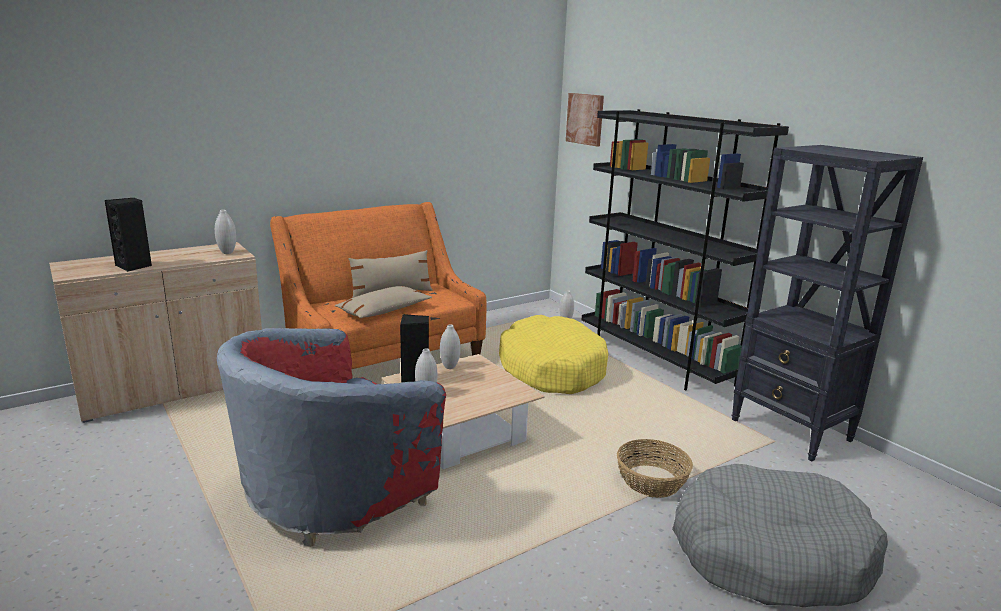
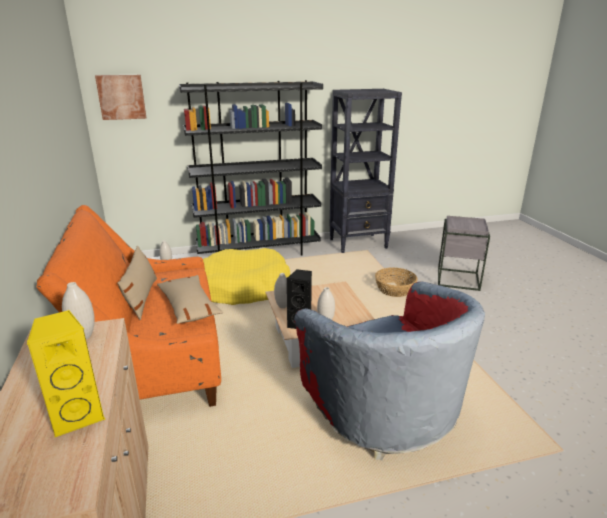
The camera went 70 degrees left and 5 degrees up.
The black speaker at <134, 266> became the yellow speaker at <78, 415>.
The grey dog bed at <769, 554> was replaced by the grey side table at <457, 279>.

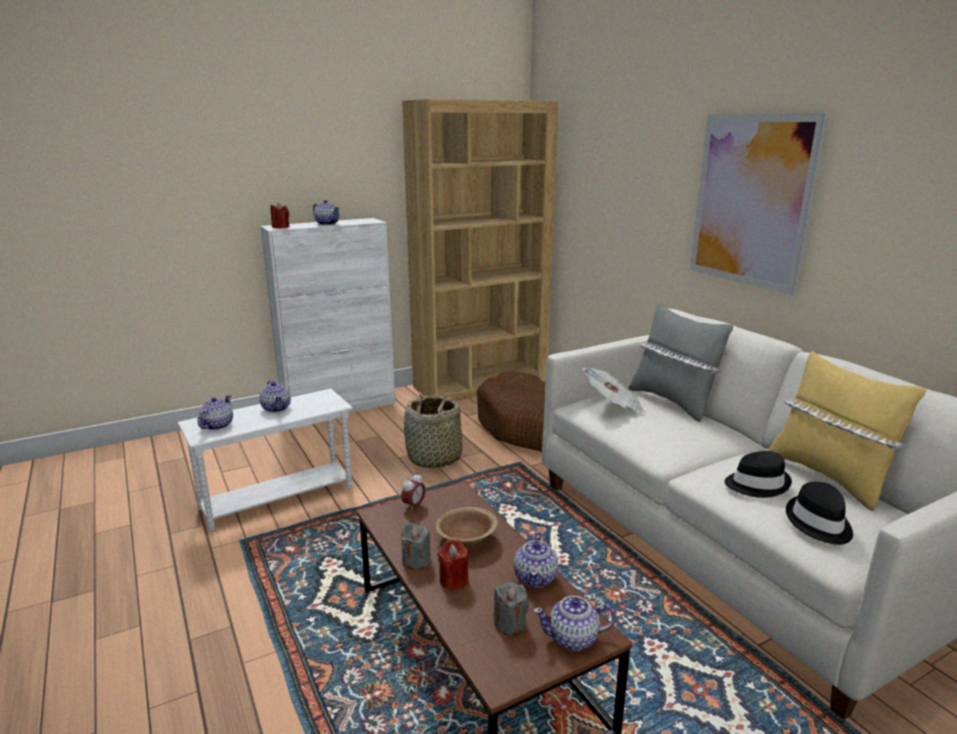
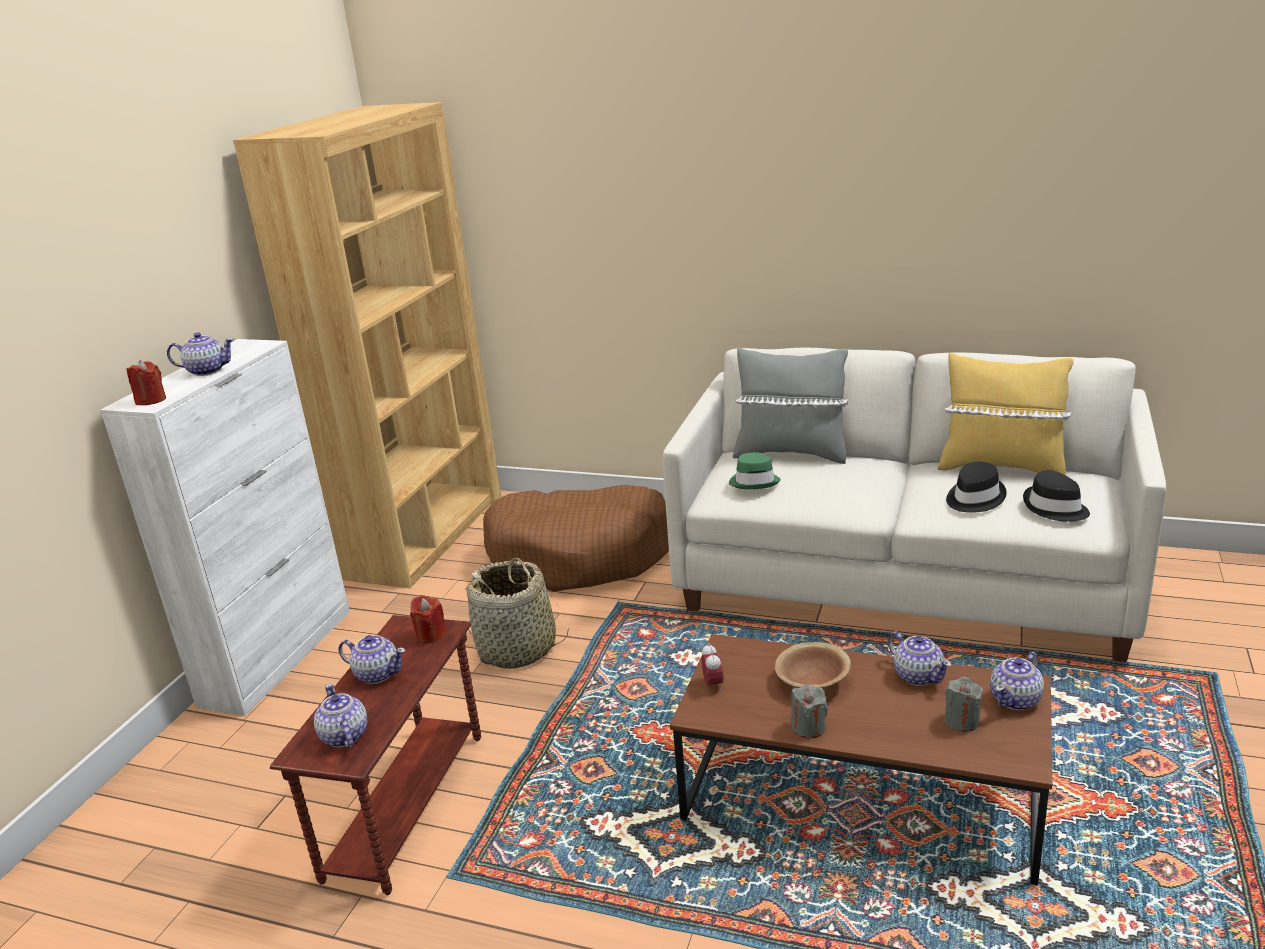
The camera went 40 degrees left and 5 degrees up.
The white side table at <277, 498> became the brown side table at <405, 806>.
The red candle moved from <453, 580> to <431, 634>.
The newspaper at <613, 405> was replaced by the green hat at <754, 481>.
The picture at <752, 201> disappeared.

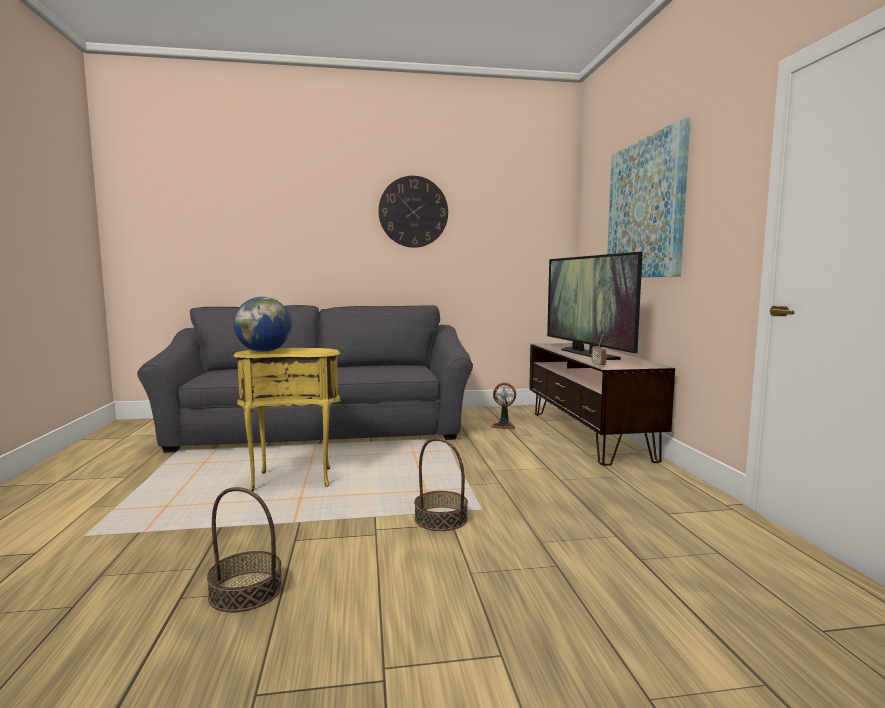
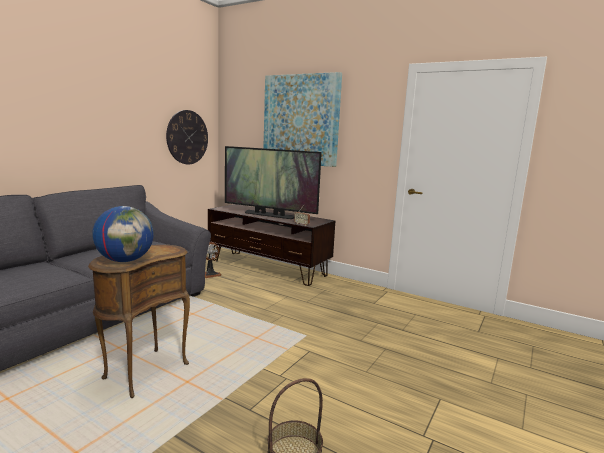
The camera went 50 degrees left and 5 degrees up.
The yellow side table at <293, 479> became the brown side table at <144, 371>.
The wall clock moved from <413, 212> to <187, 137>.
The basket at <441, 518> disappeared.

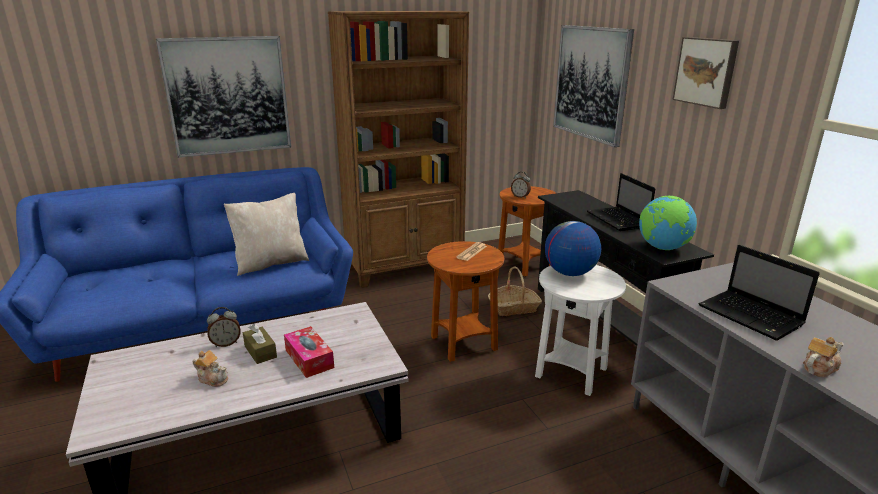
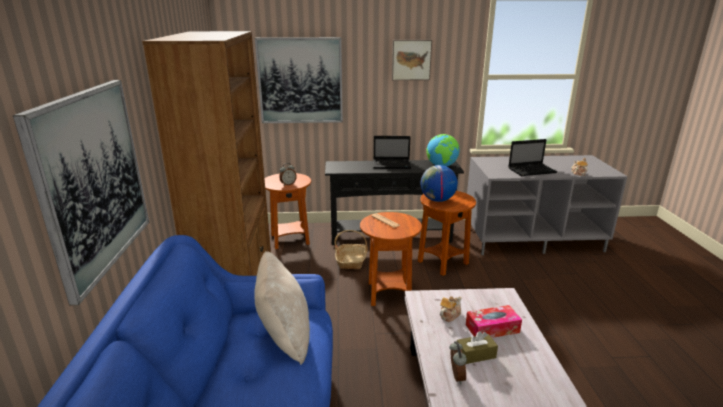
The camera went 70 degrees left and 0 degrees up.
The teapot moved from <213, 379> to <449, 315>.
The white side table at <571, 373> became the brown side table at <442, 263>.

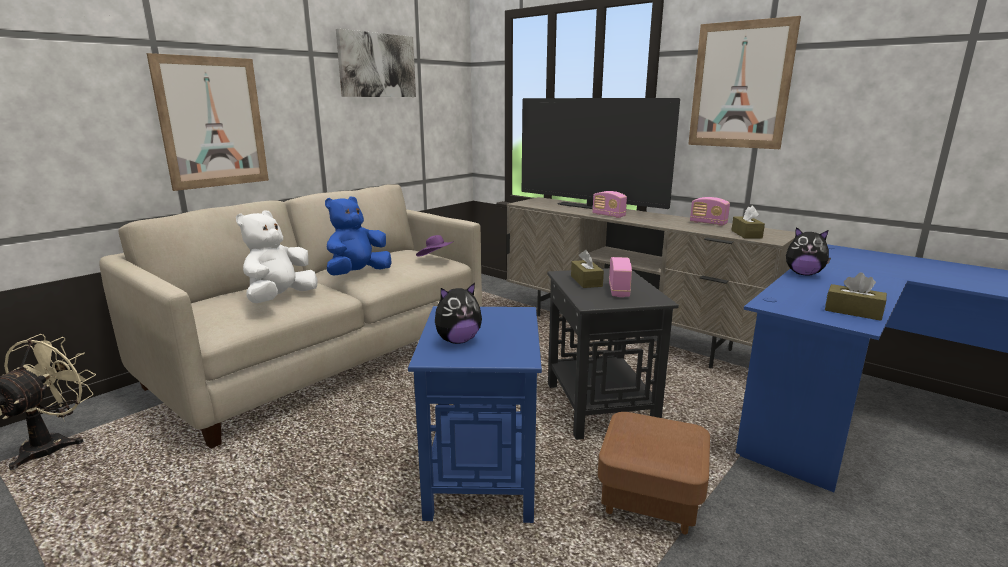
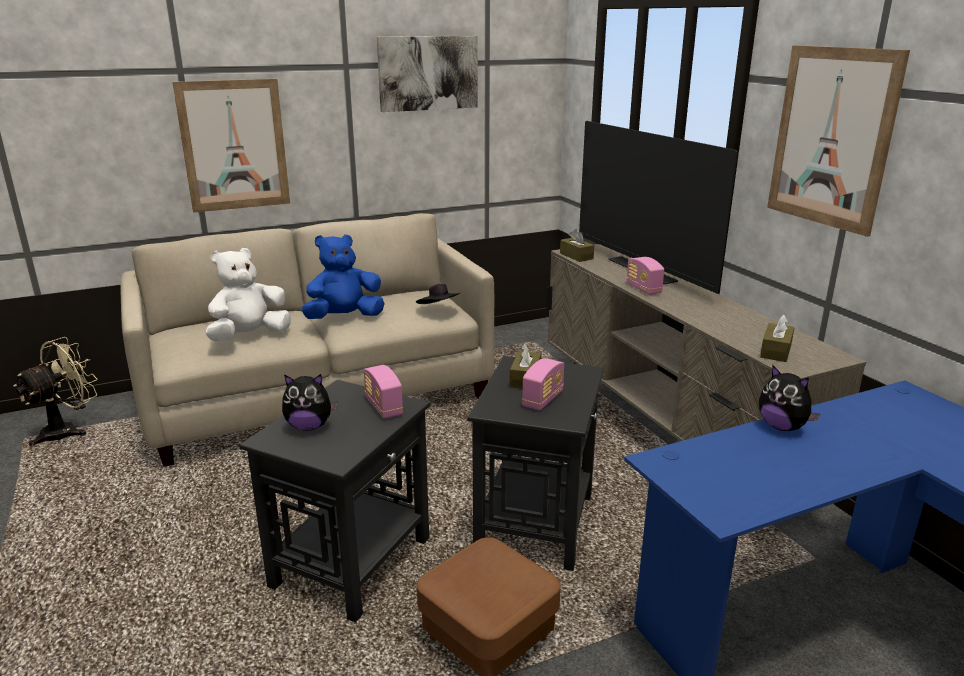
The camera went 25 degrees right and 5 degrees up.
The blue side table at <482, 475> became the black side table at <353, 561>.
The purple hat at <436, 258> became the black hat at <439, 309>.
The radio moved from <708, 223> to <383, 407>.
The brown tissue box moved from <853, 311> to <576, 256>.

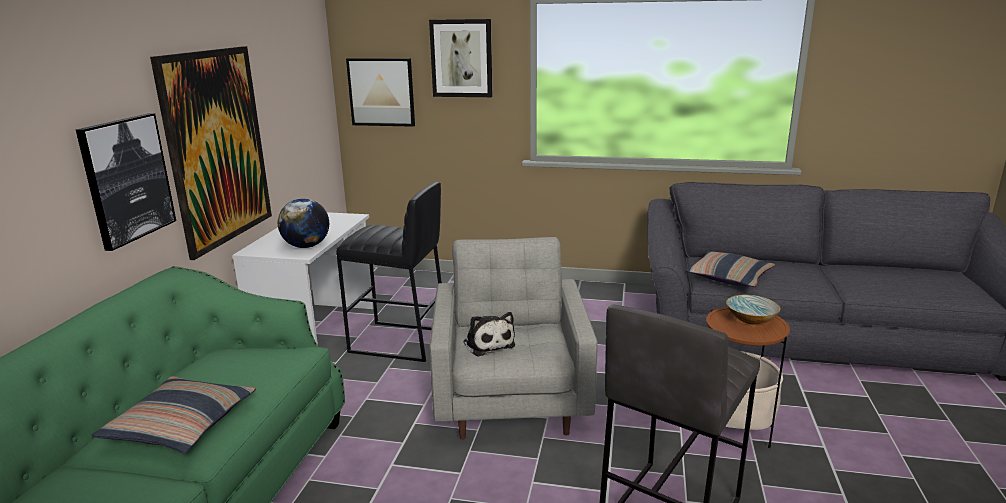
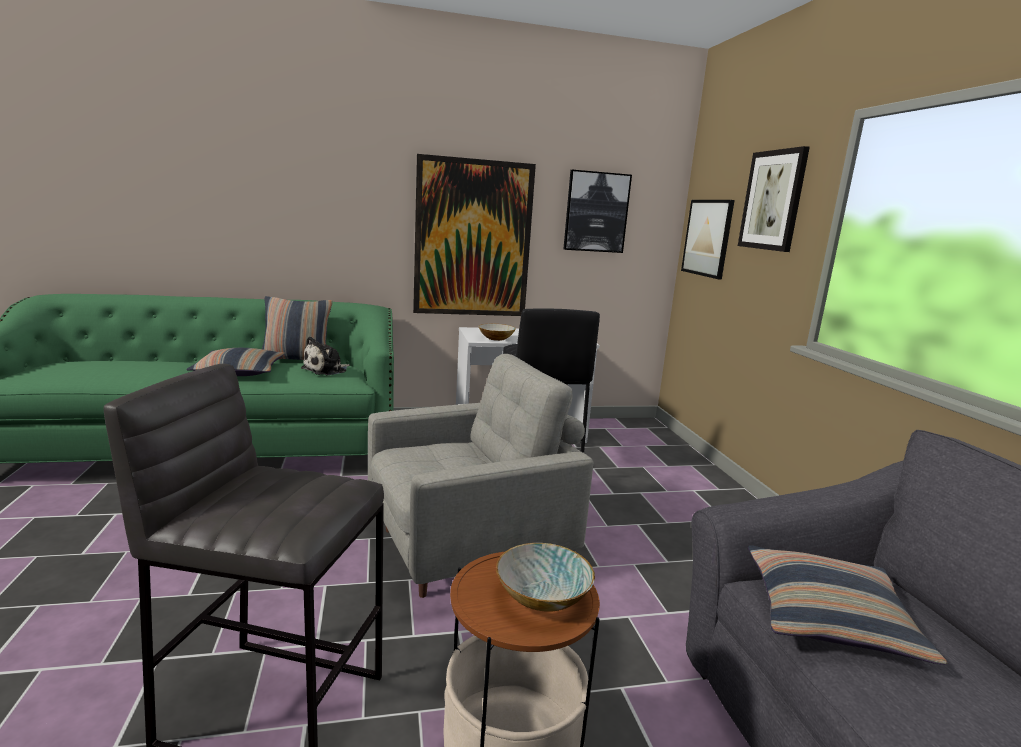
The camera went 65 degrees right and 5 degrees down.
The picture moved from <127, 179> to <596, 212>.
The globe at <306, 246> was replaced by the bowl at <496, 338>.
The plush toy moved from <488, 343> to <326, 370>.
The pillow at <297, 360> appeared.

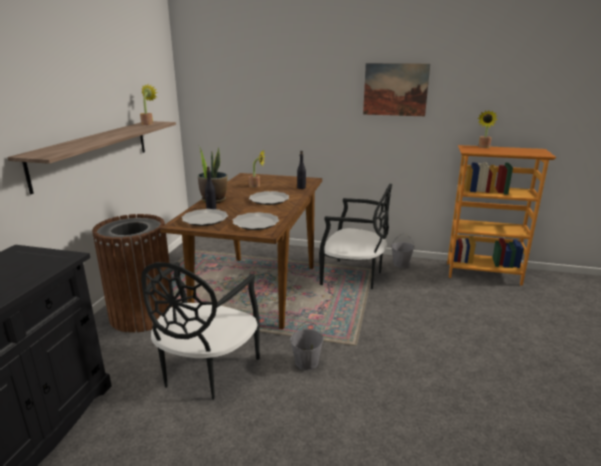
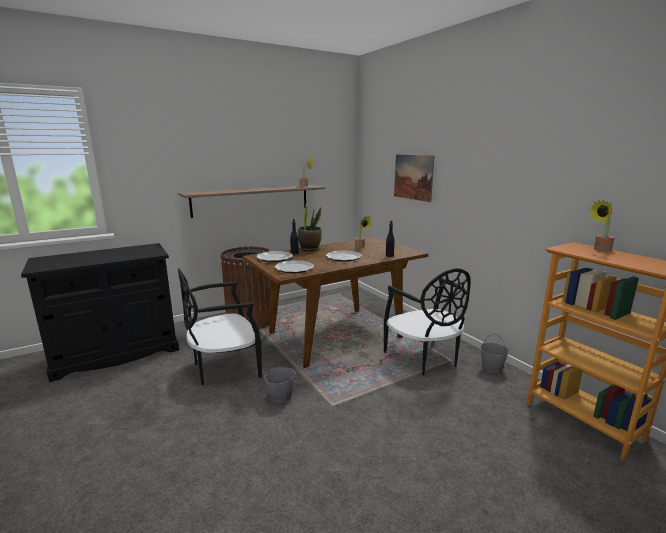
The camera went 45 degrees right and 5 degrees down.
The picture moved from <395, 89> to <413, 177>.

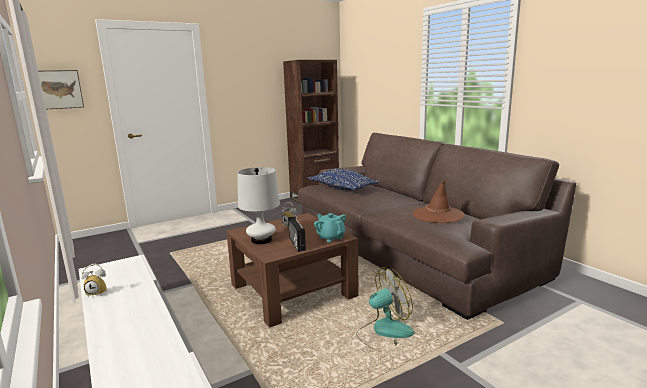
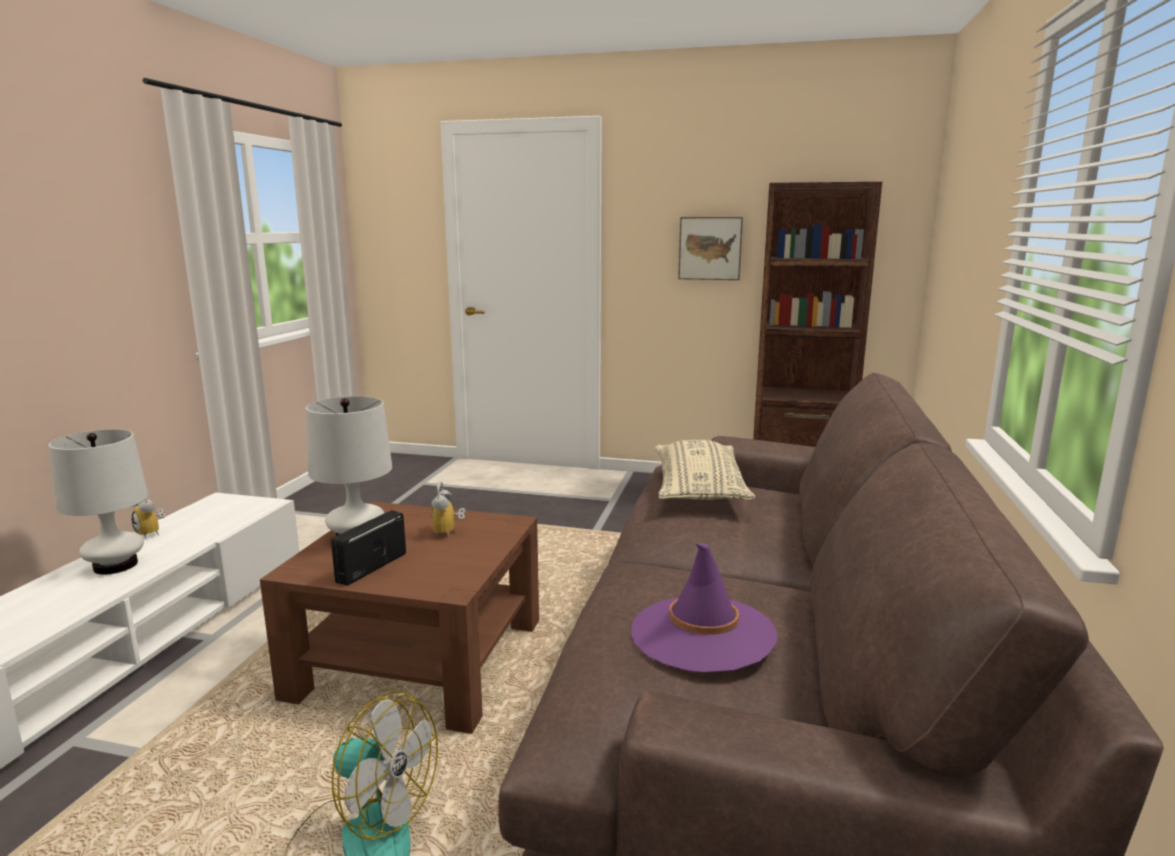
The camera went 45 degrees right and 0 degrees up.
The picture moved from <59, 89> to <710, 248>.
The blue pillow at <343, 188> became the beige pillow at <698, 489>.
The turquoise teapot at <330, 237> disappeared.
The brown hat at <438, 215> became the purple hat at <702, 633>.
The white table lamp at <116, 565> appeared.

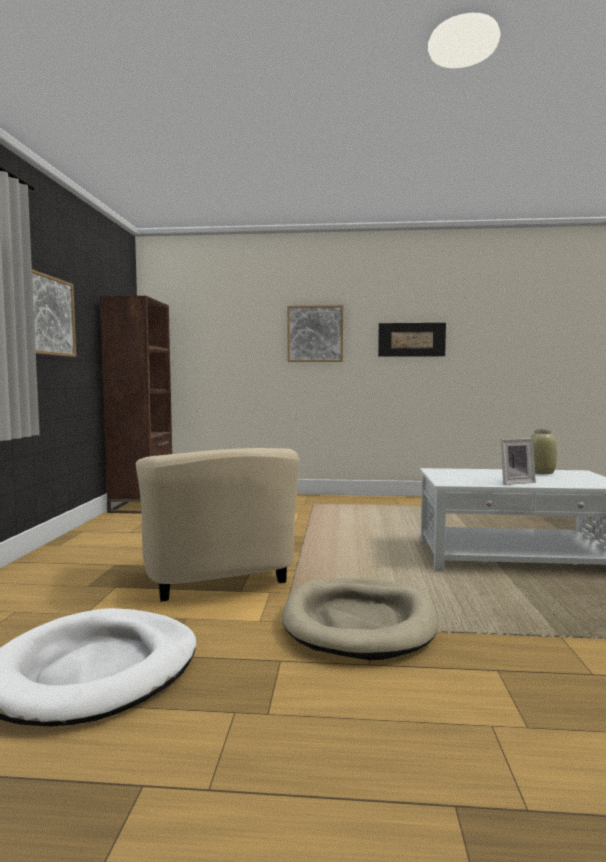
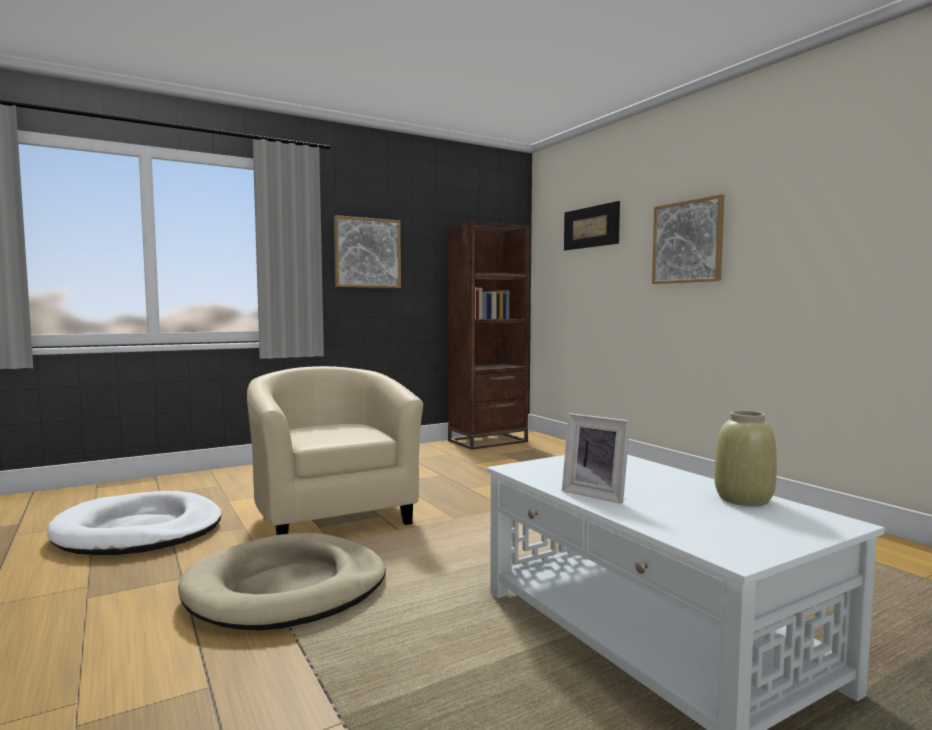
The camera went 55 degrees right and 0 degrees up.
The beige armchair at <219, 582> turned 120 degrees clockwise.
The picture moved from <411, 339> to <591, 227>.

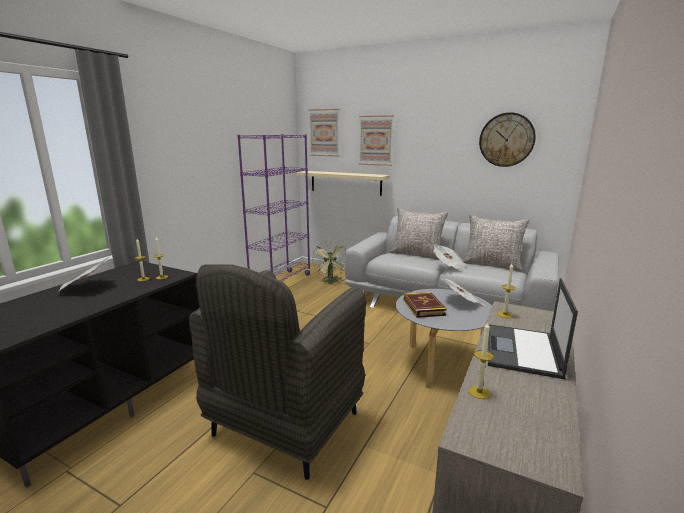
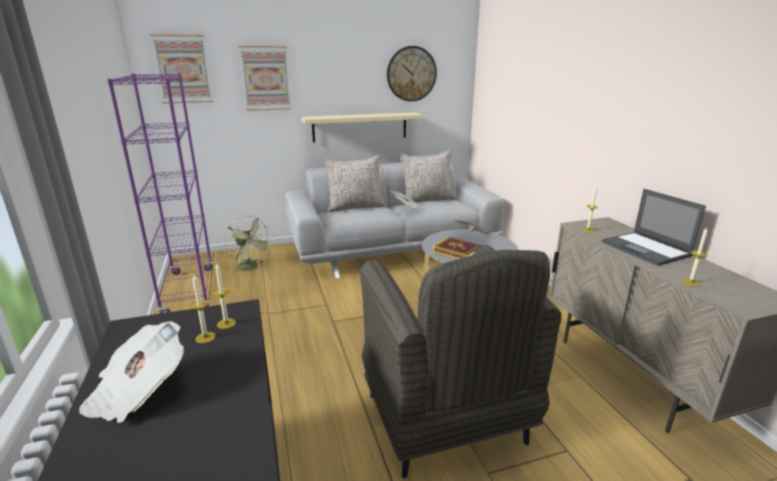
The camera went 45 degrees left and 5 degrees up.
The beige shelf moved from <345, 182> to <360, 127>.

